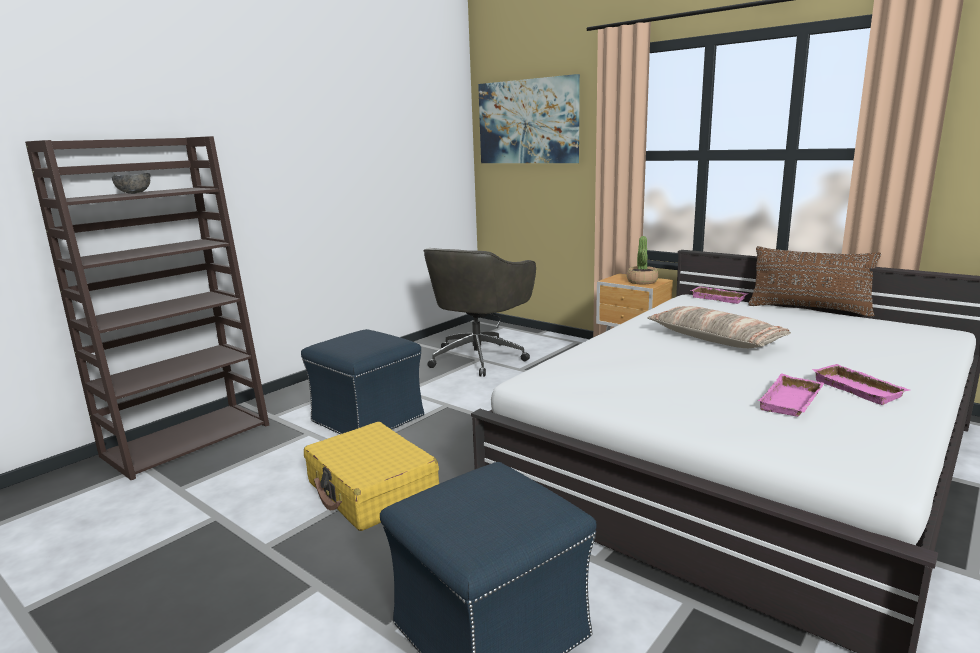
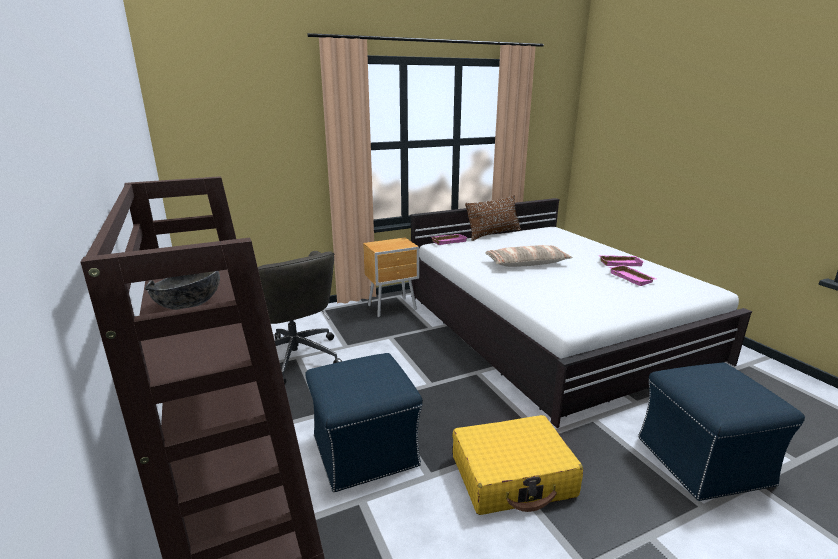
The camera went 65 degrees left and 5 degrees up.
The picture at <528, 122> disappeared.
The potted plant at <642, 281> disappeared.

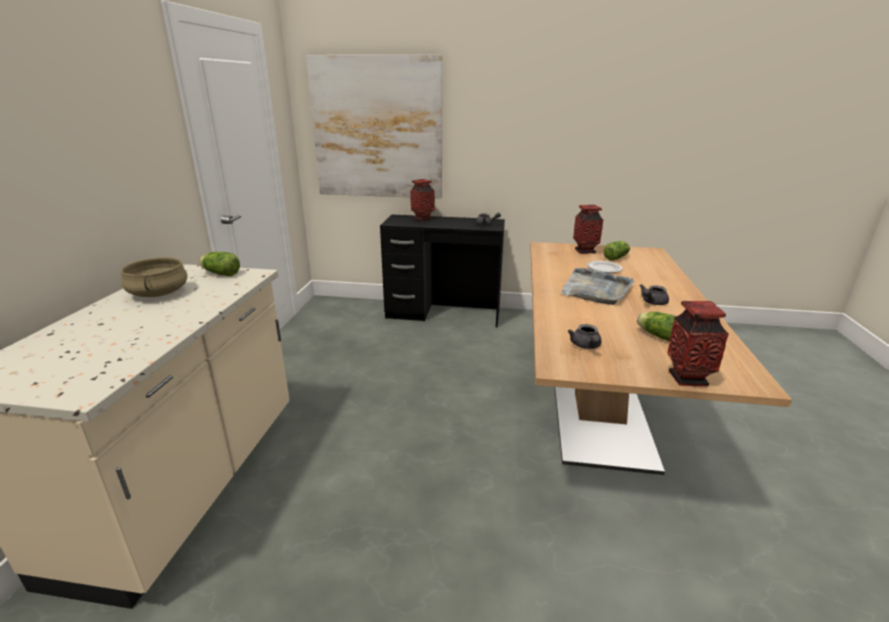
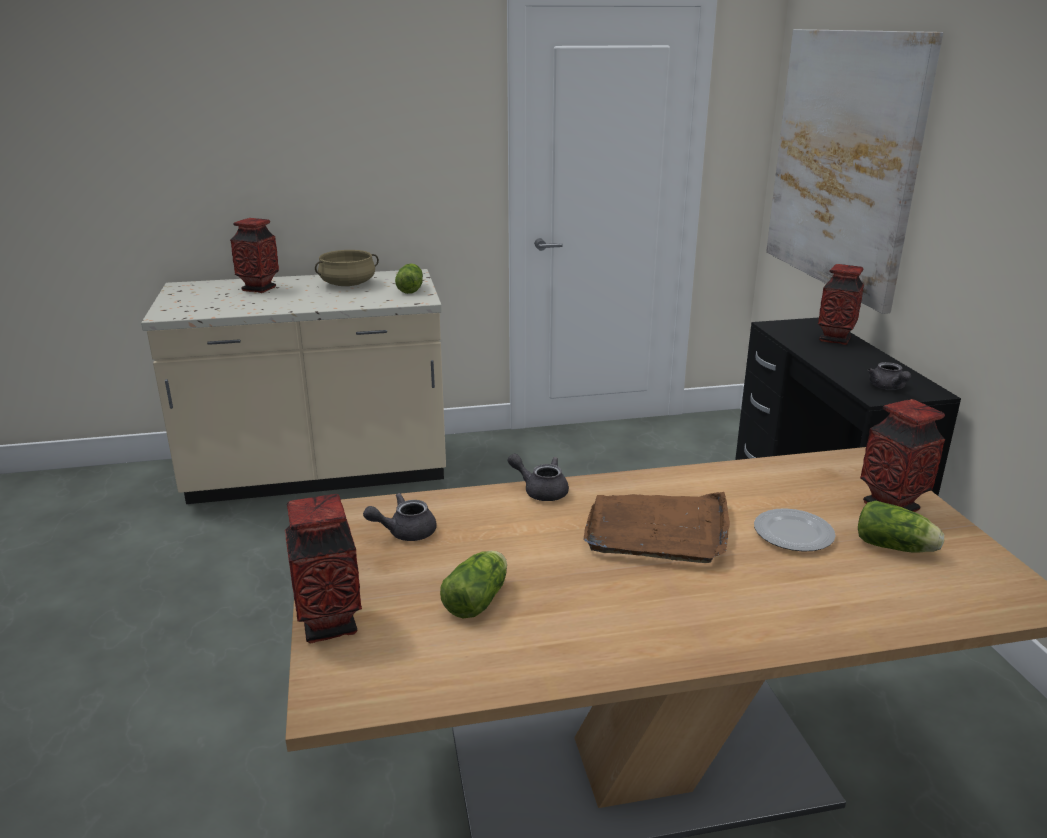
The camera went 70 degrees right and 0 degrees up.
The grey tray at <596, 289> became the brown tray at <658, 530>.
The grey teapot moved from <652, 302> to <541, 491>.
The vase at <259, 289> appeared.

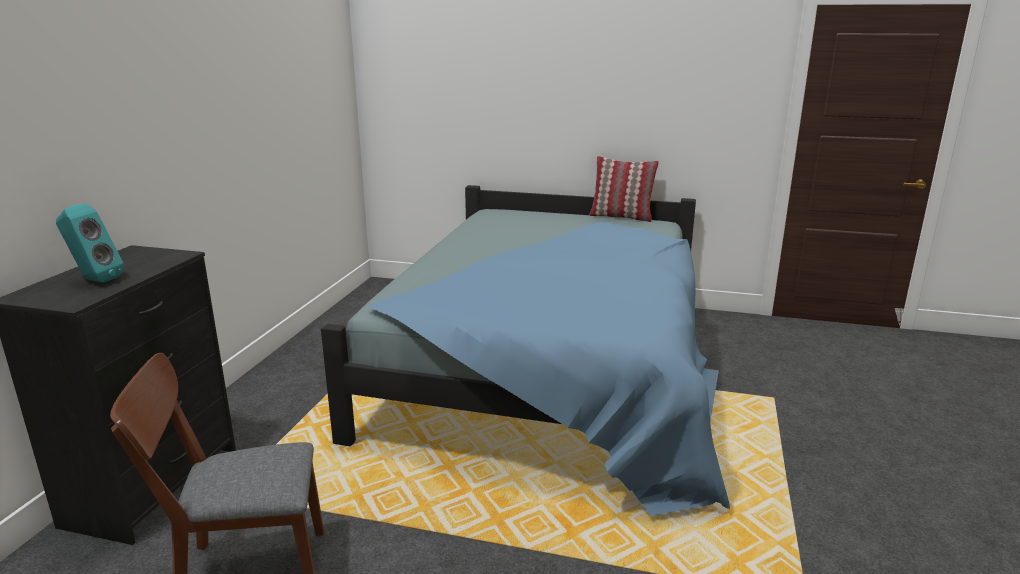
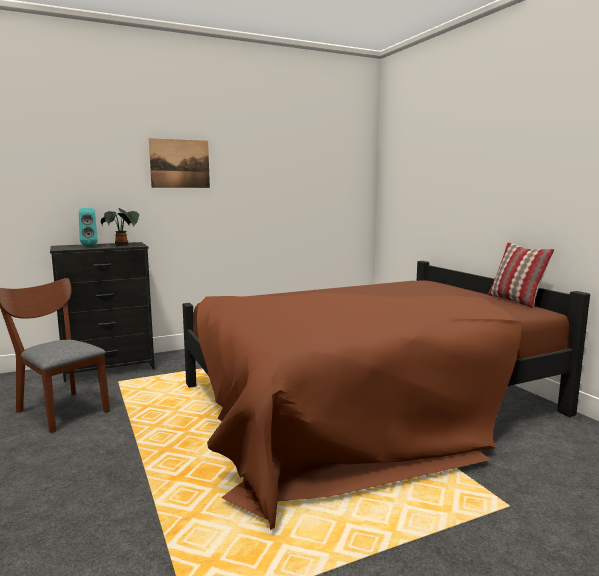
The camera went 50 degrees right and 10 degrees down.
The blue bed at <552, 371> became the brown bed at <365, 404>.
The potted plant at <122, 245> appeared.
The picture at <180, 163> appeared.

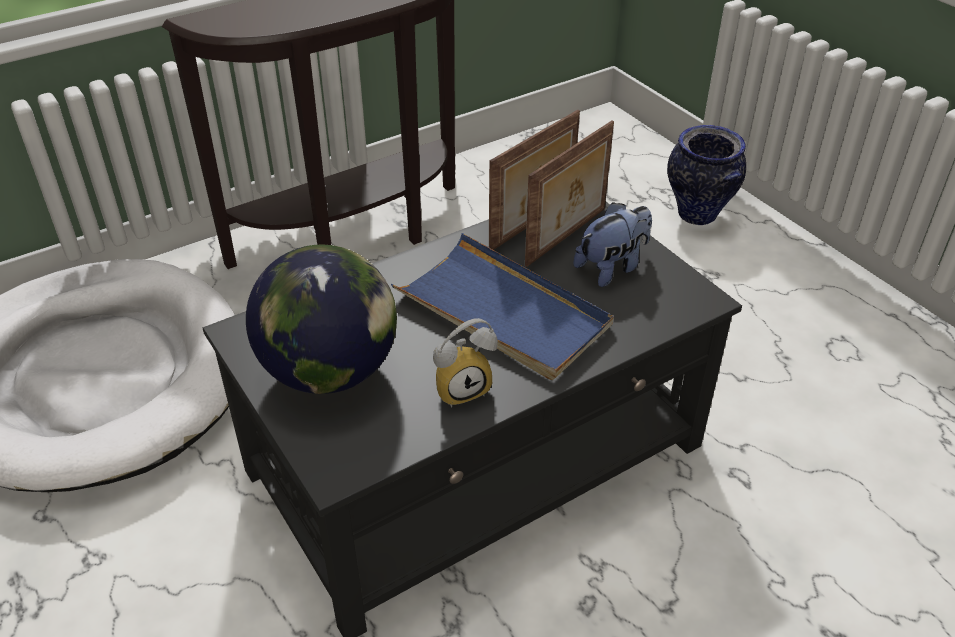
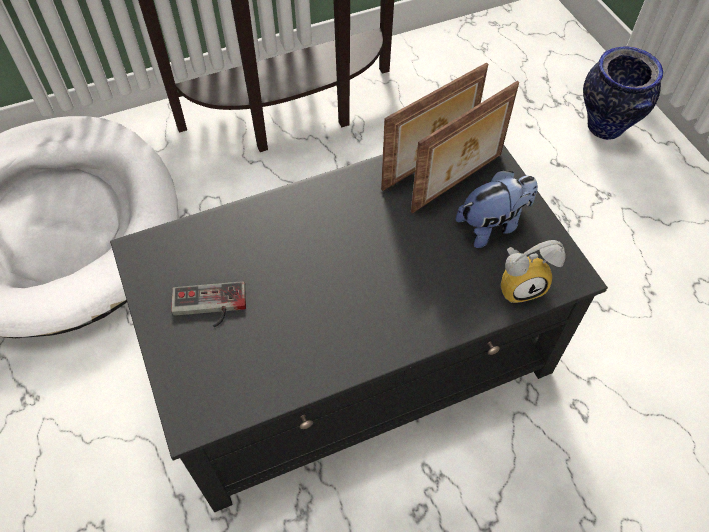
The camera went 10 degrees right and 15 degrees up.
The globe at <329, 372> was replaced by the game controller at <209, 307>.
The blue tray at <503, 312> disappeared.
The alarm clock moved from <462, 387> to <521, 284>.

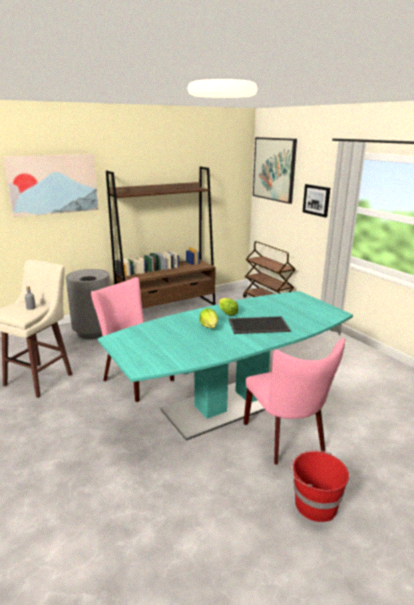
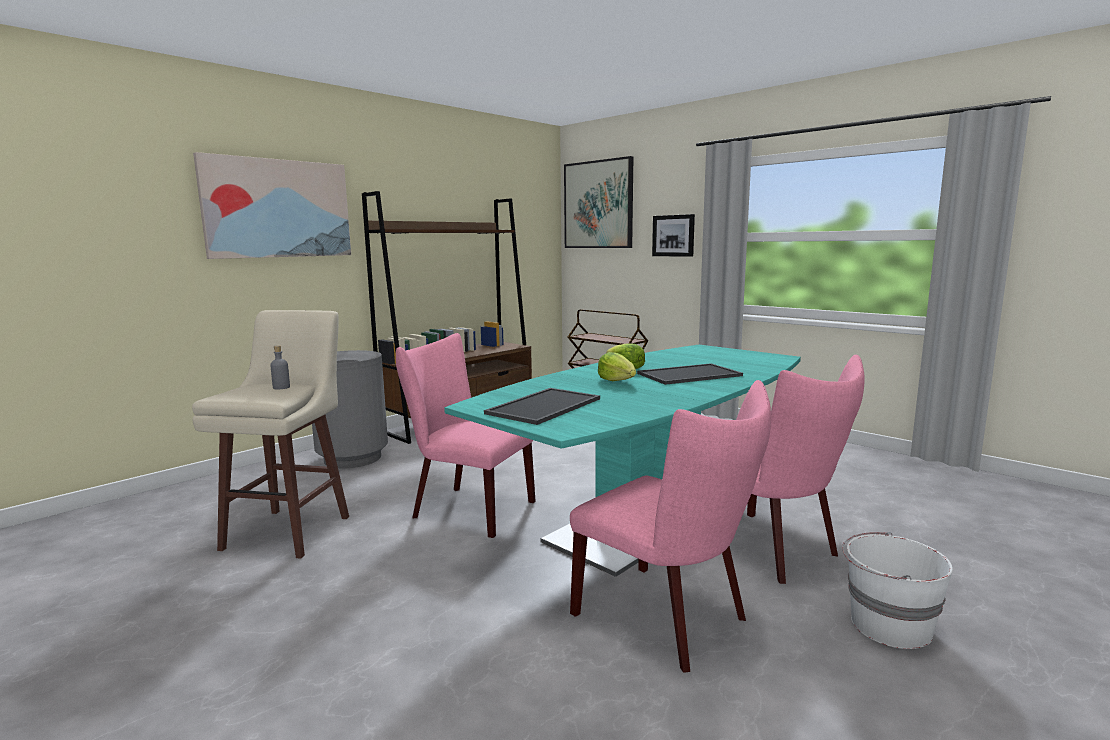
The camera went 15 degrees left and 10 degrees down.
The red bucket at <314, 504> became the white bucket at <888, 626>.
The tray at <545, 407> appeared.
The pink chair at <669, 619> appeared.

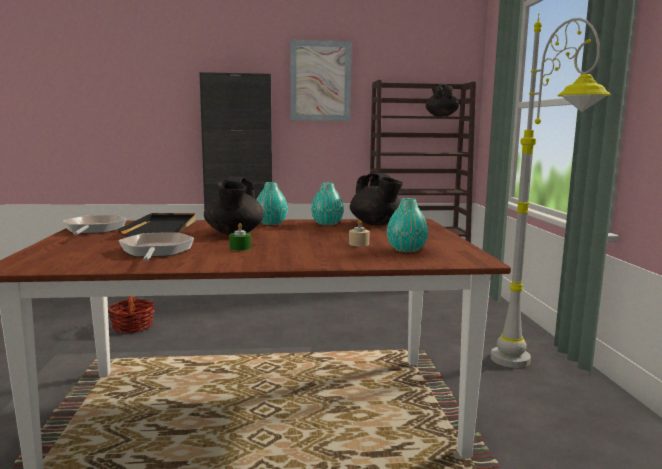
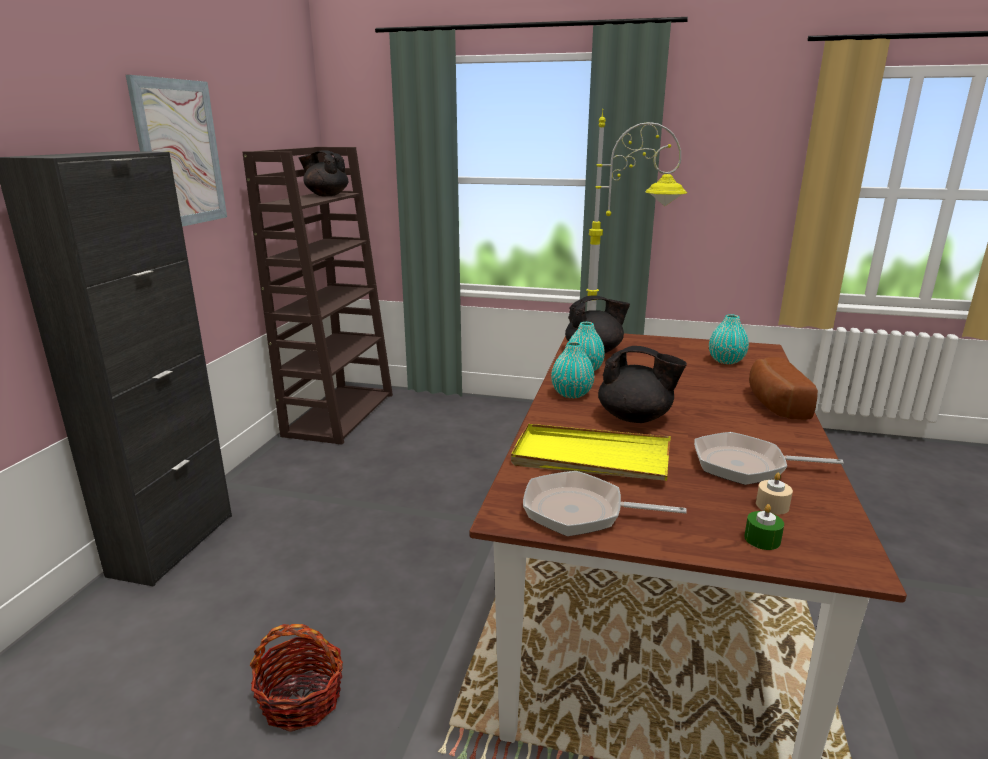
The camera went 70 degrees left and 10 degrees up.
The black tray at <163, 229> became the yellow tray at <591, 458>.
The green candle moved from <240, 248> to <762, 539>.
The beige candle moved from <359, 244> to <772, 505>.
The bread at <773, 404> appeared.

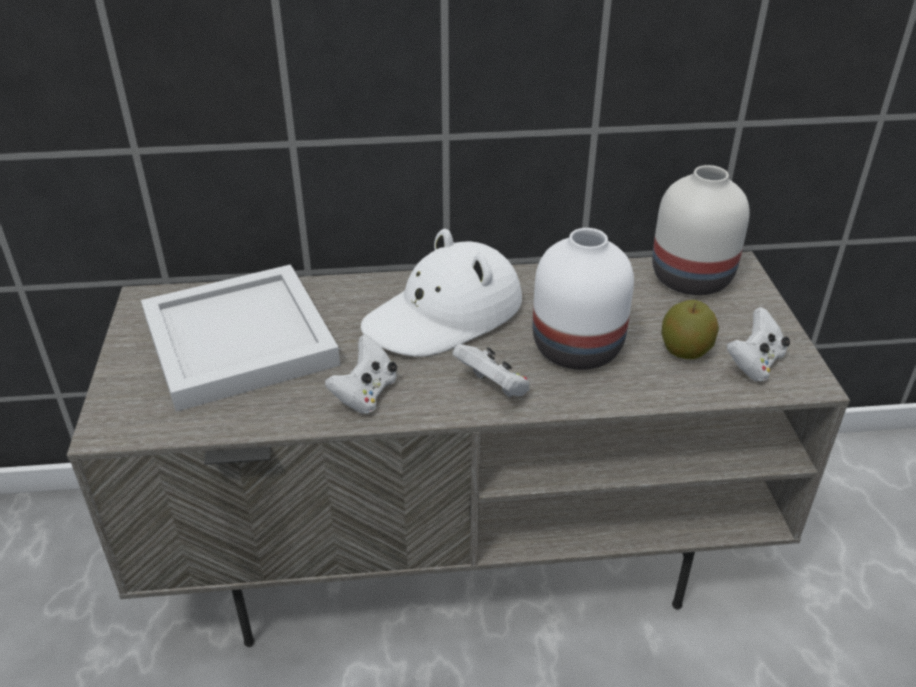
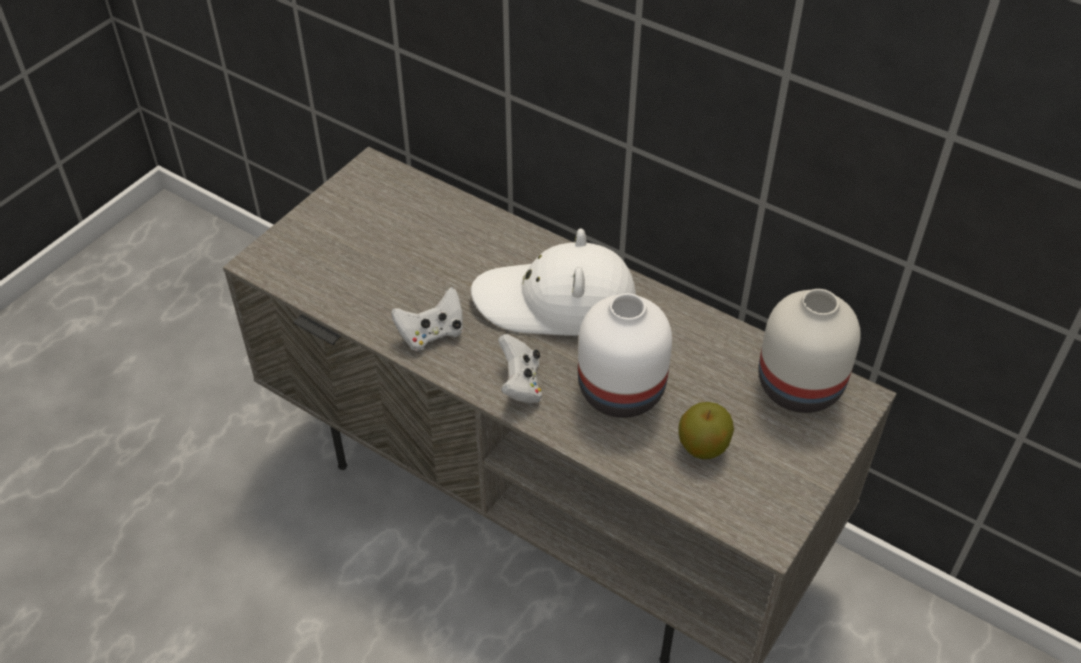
The camera went 40 degrees right and 10 degrees up.
The white tray at <241, 338> disappeared.
The white game controller at <754, 364> disappeared.

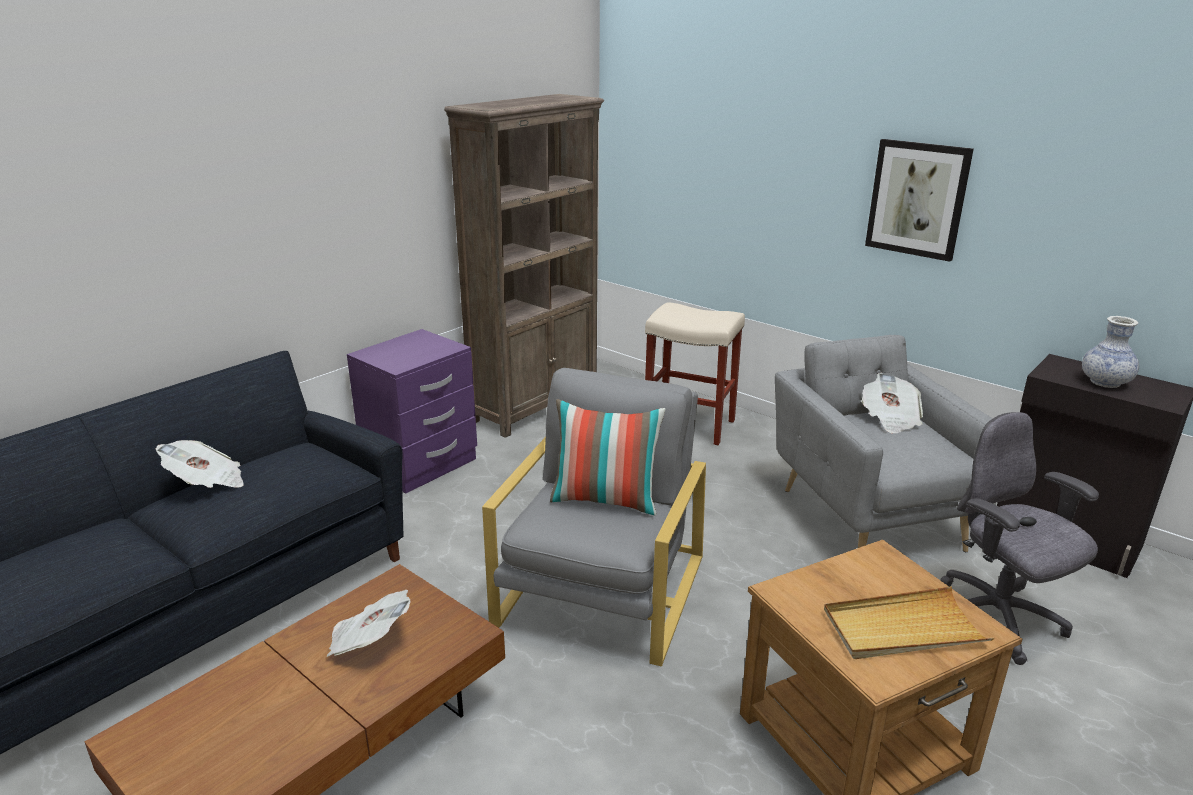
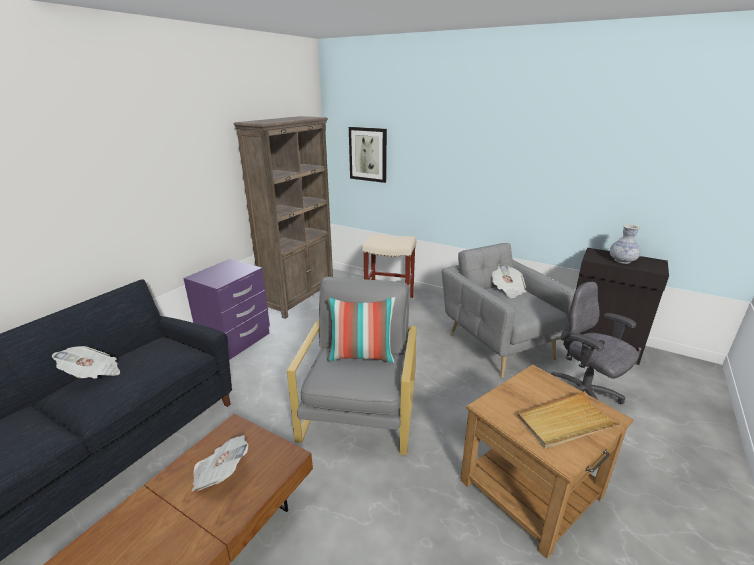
The camera went 10 degrees left and 0 degrees up.
The picture moved from <917, 199> to <368, 154>.

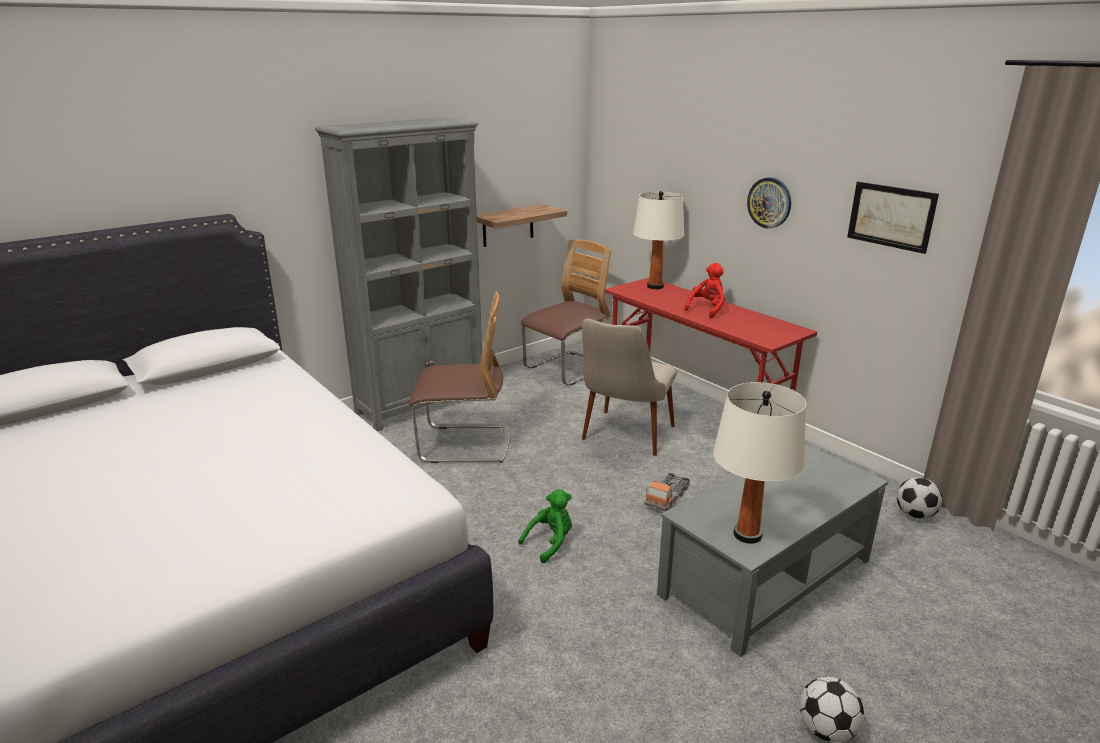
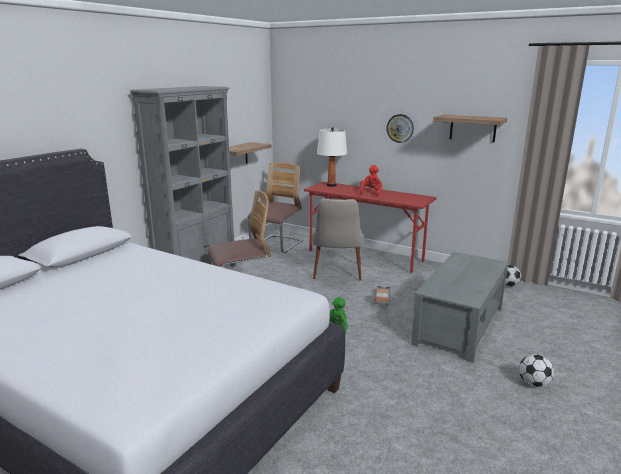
The camera went 20 degrees left and 5 degrees down.
The white table lamp at <747, 534> disappeared.
The picture at <891, 216> was replaced by the shelf at <472, 128>.

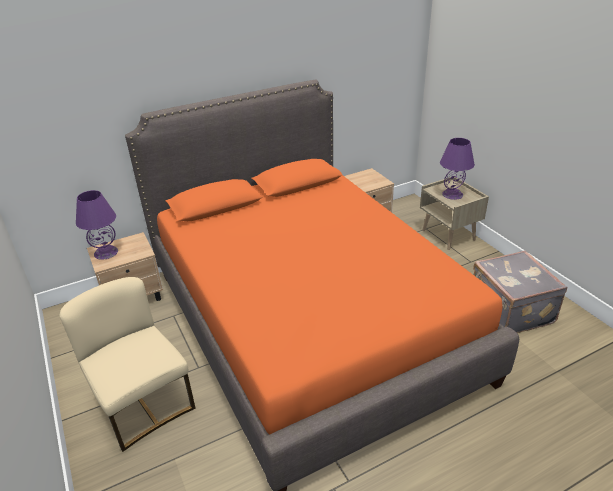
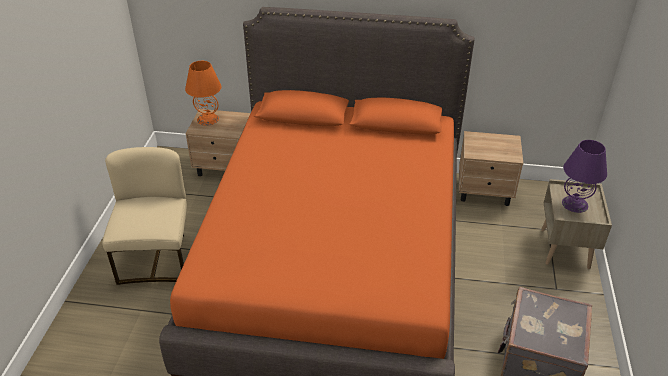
The camera went 35 degrees right and 5 degrees up.
The purple table lamp at <106, 252> became the orange table lamp at <207, 119>.

